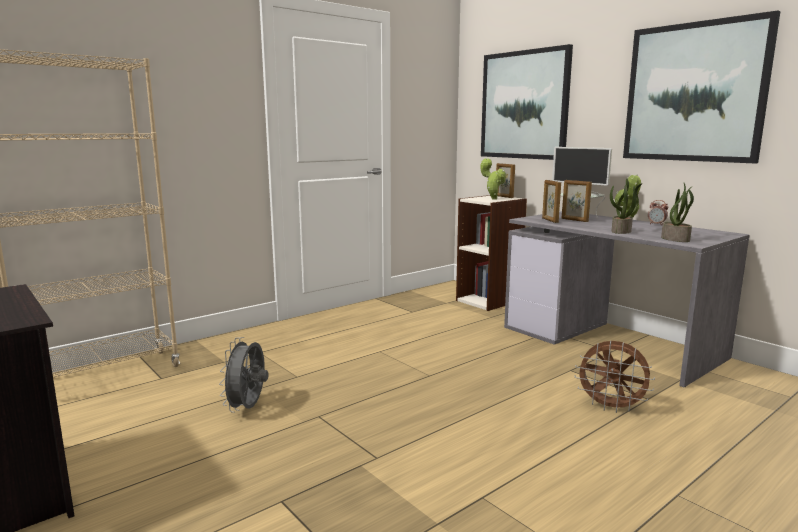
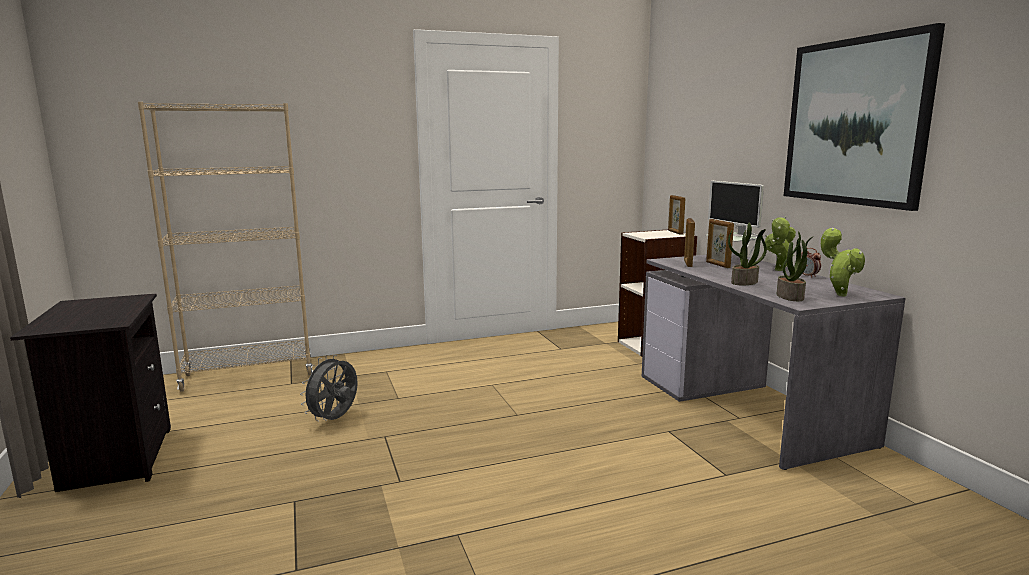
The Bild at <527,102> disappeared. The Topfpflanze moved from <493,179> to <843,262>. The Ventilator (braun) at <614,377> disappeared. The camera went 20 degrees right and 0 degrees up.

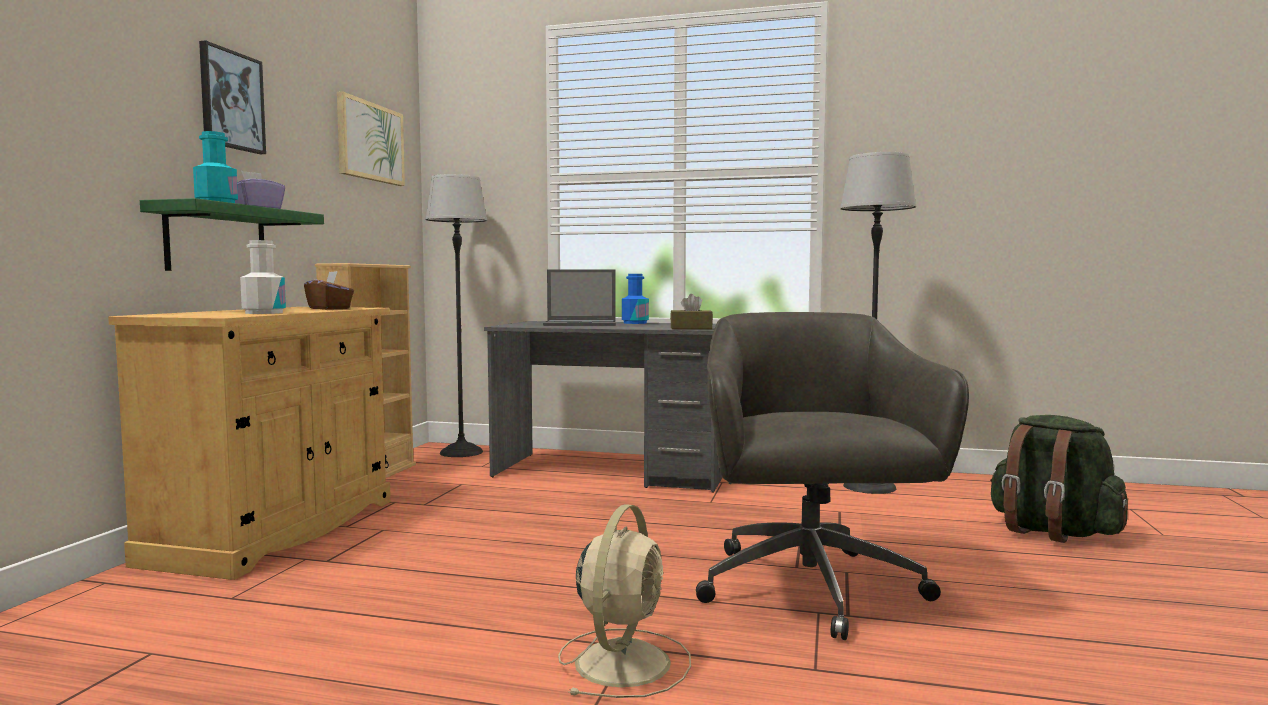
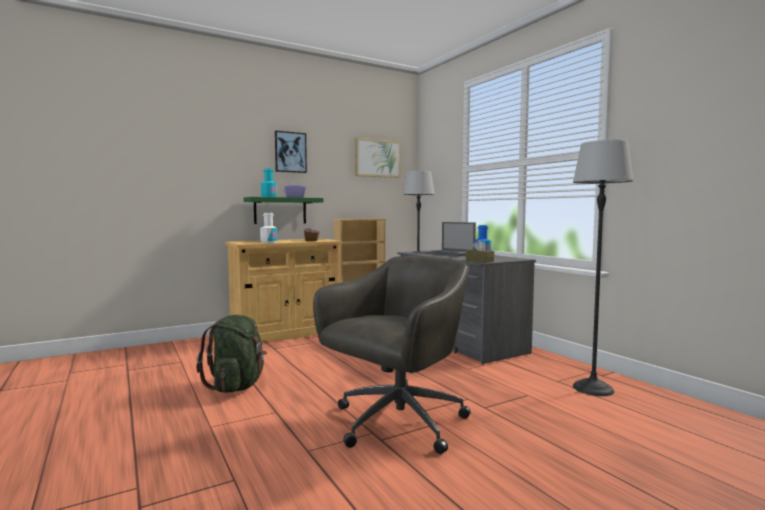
The Rucksack (grün) moved from <1059,479> to <231,354>. The Ventilator (beige) at <624,601> disappeared. The camera went 45 degrees right and 0 degrees up.

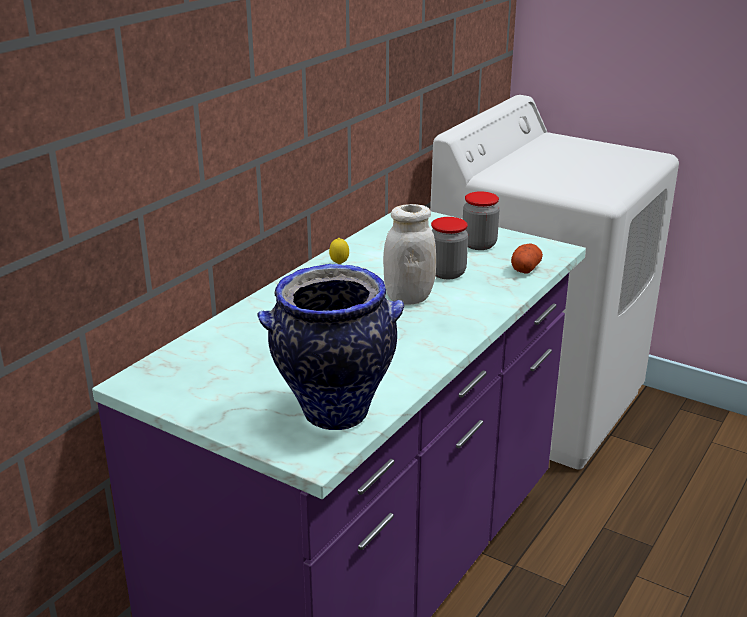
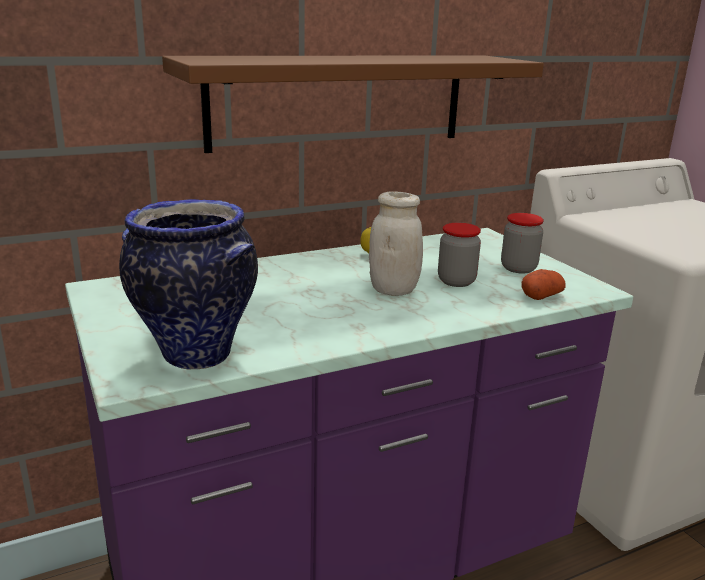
The Wandregal (braun) at <353,104> appeared. The camera went 30 degrees right and 5 degrees down.

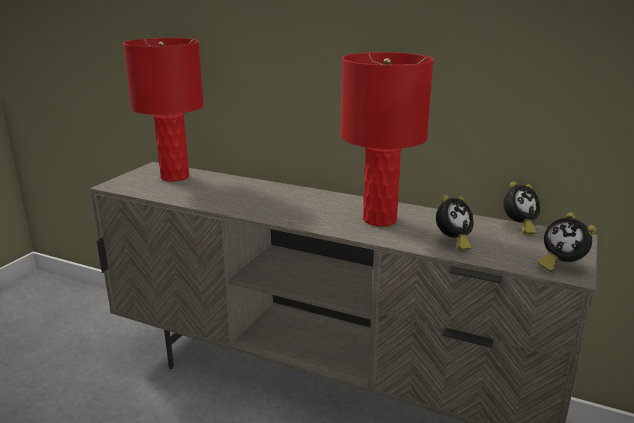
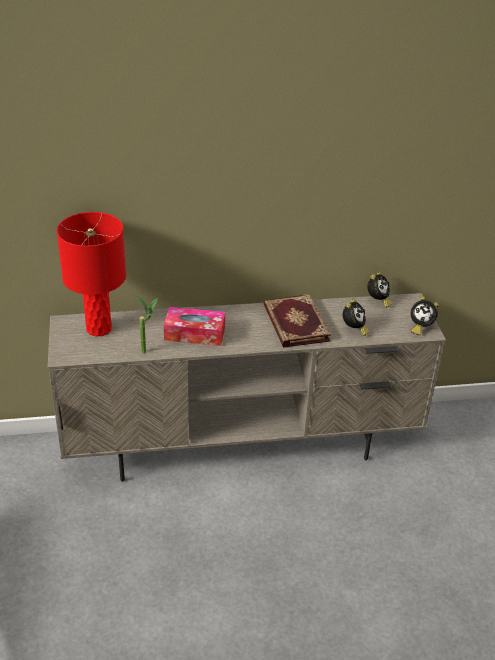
The Tischlampe (rot) at <387,139> was replaced by the Buch at <297,321>. The Topfpflanze at <147,324> appeared. The Taschentuchbox at <194,326> appeared. The camera went 35 degrees left and 15 degrees up.

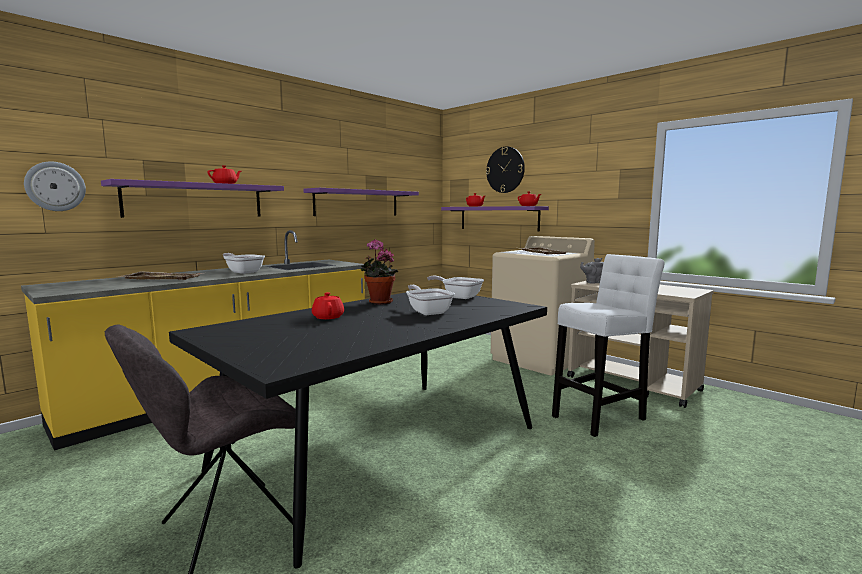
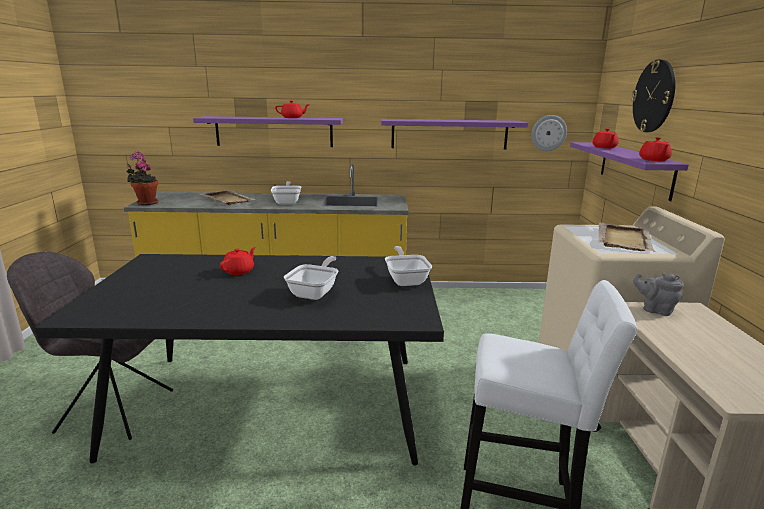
The Wanduhr moved from <55,186> to <549,133>. The Topfpflanze moved from <379,272> to <142,178>. The camera went 45 degrees right and 10 degrees up.

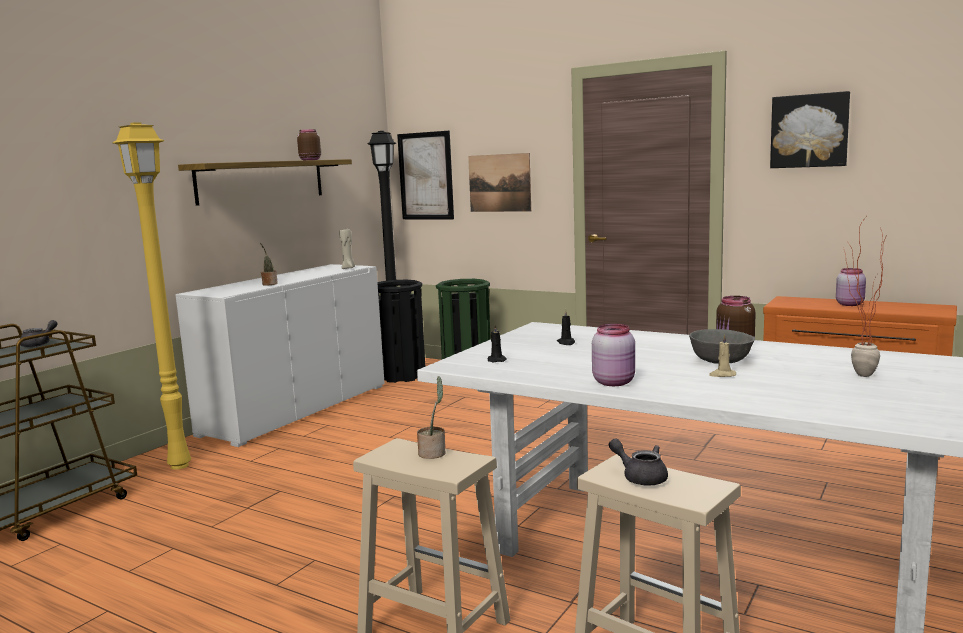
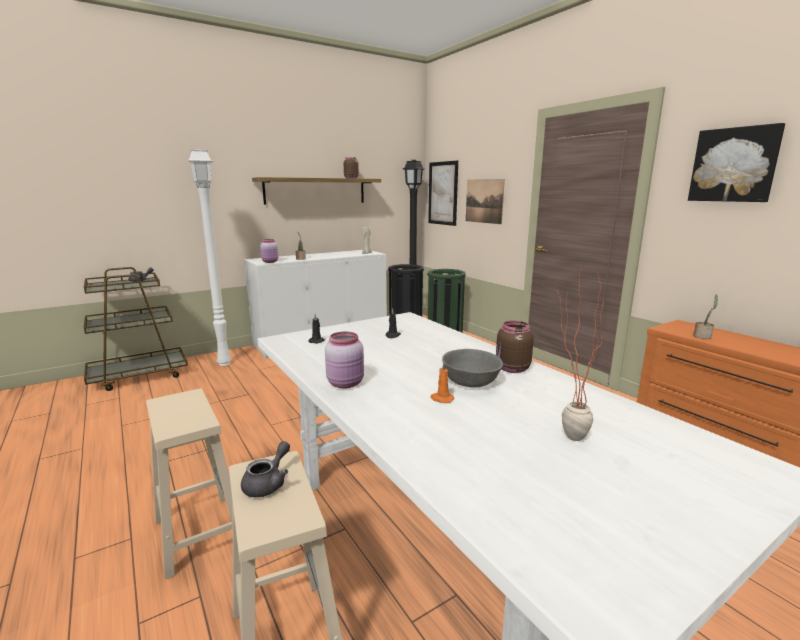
The Stehlampe (gelb) at <151,296> became the Stehlampe (weiß) at <209,257>. The Vorratsglas (rosa) moved from <851,287> to <269,251>. The Kerze (beige) at <722,355> became the Kerze (orange) at <442,382>. The Topfpflanze moved from <431,417> to <705,317>. The Teekanne (grau) at <638,462> turned 45 degrees clockwise. The camera went 25 degrees right and 5 degrees up.

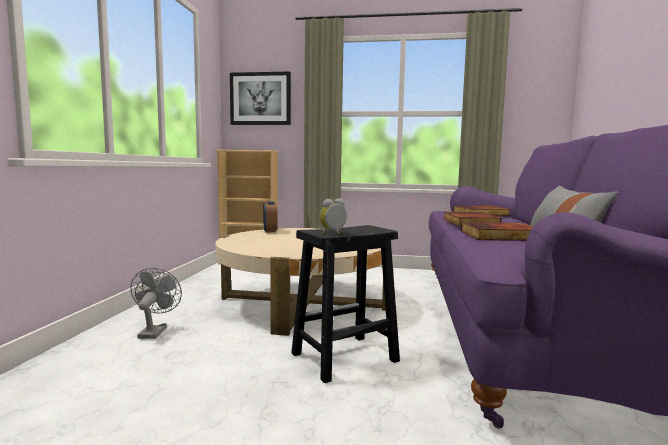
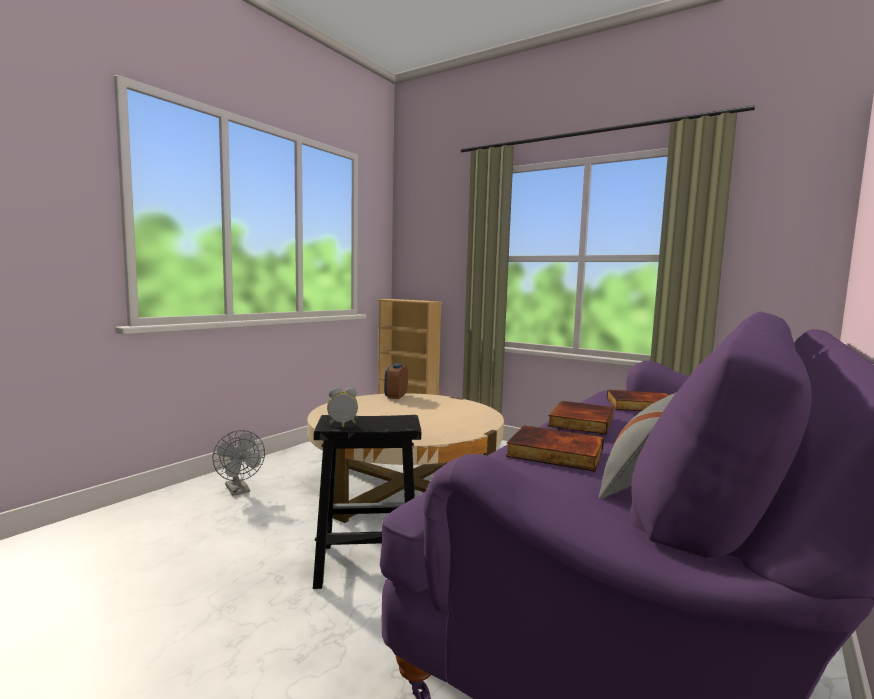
The Bild at <260,98> disappeared. The Ventilator (grau) at <156,303> turned 120 degrees clockwise. The camera went 25 degrees right and 0 degrees up.

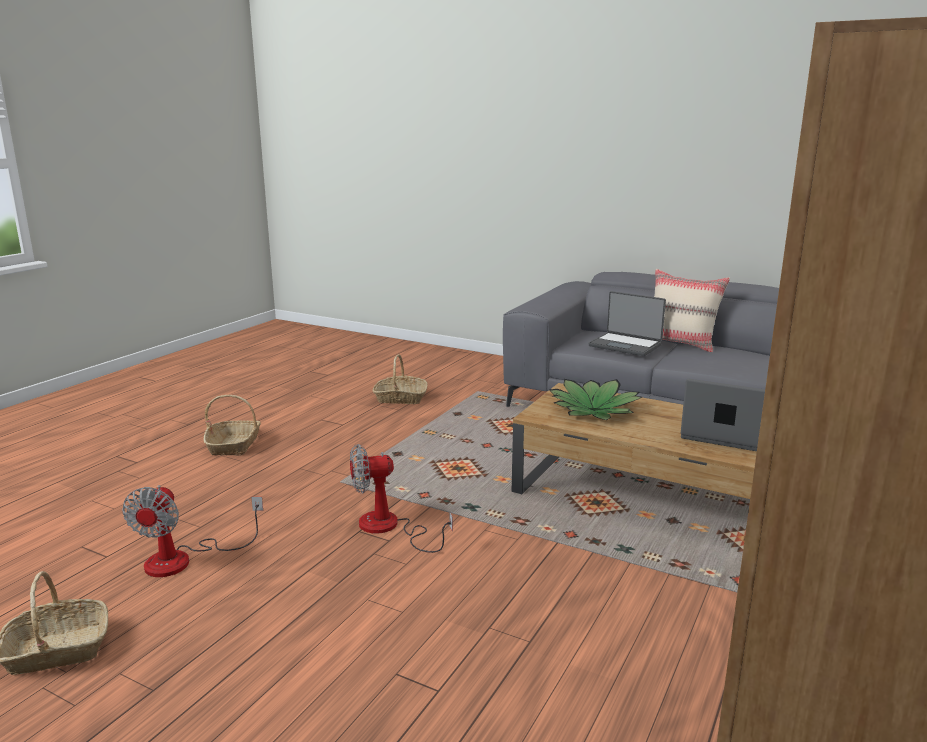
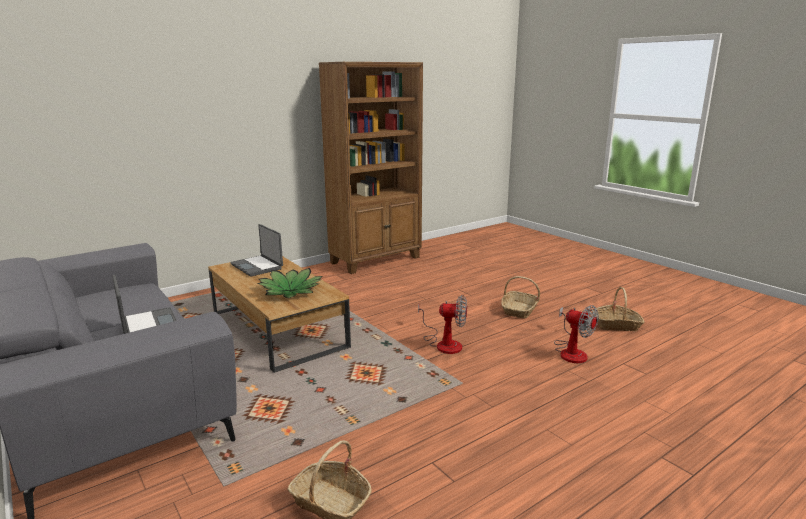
The Kissen (beige) at <692,310> disappeared. The Korb moved from <232,425> to <520,297>. The Ventilator at <192,531> turned 105 degrees clockwise. The camera went 155 degrees left and 0 degrees up.

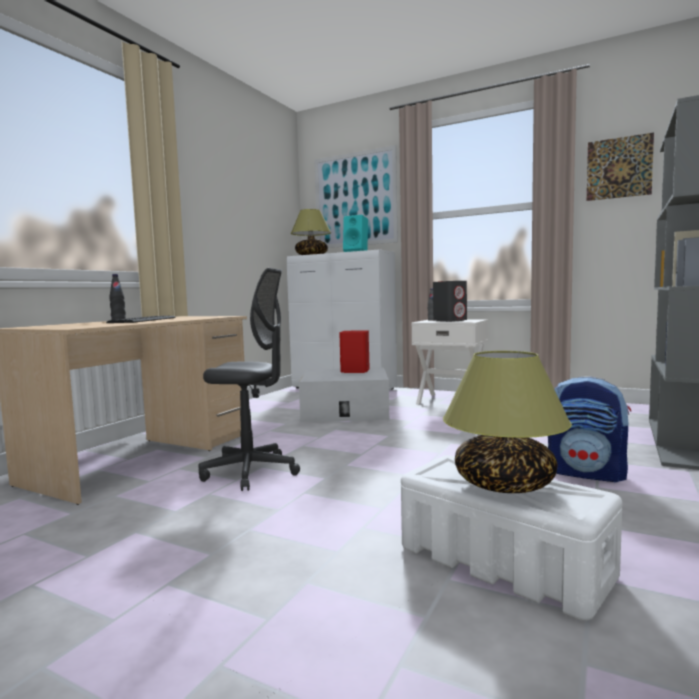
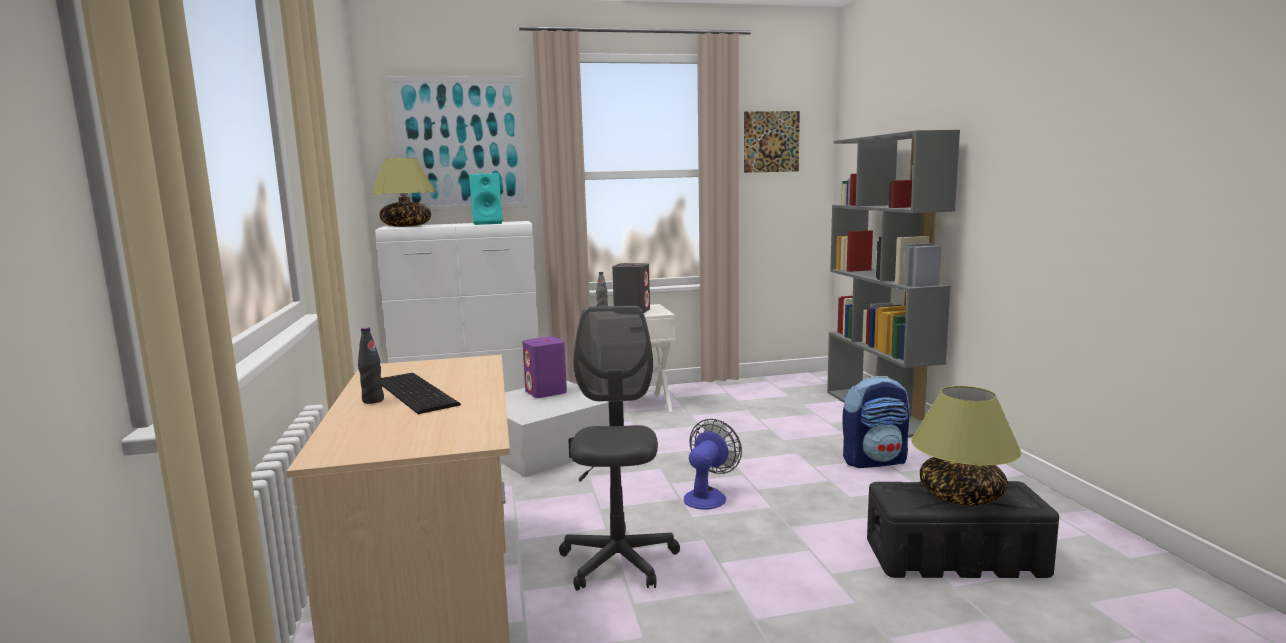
The Bürostuhl (grau) at <249,379> turned 60 degrees counterclockwise. The Lautsprecher (rot) at <354,351> became the Lautsprecher (lila) at <544,367>. The Aufbewahrungsbox (weiß) at <511,538> became the Aufbewahrungsbox (schwarz) at <963,529>. The Ventilator at <712,464> appeared. The camera went 40 degrees left and 5 degrees up.

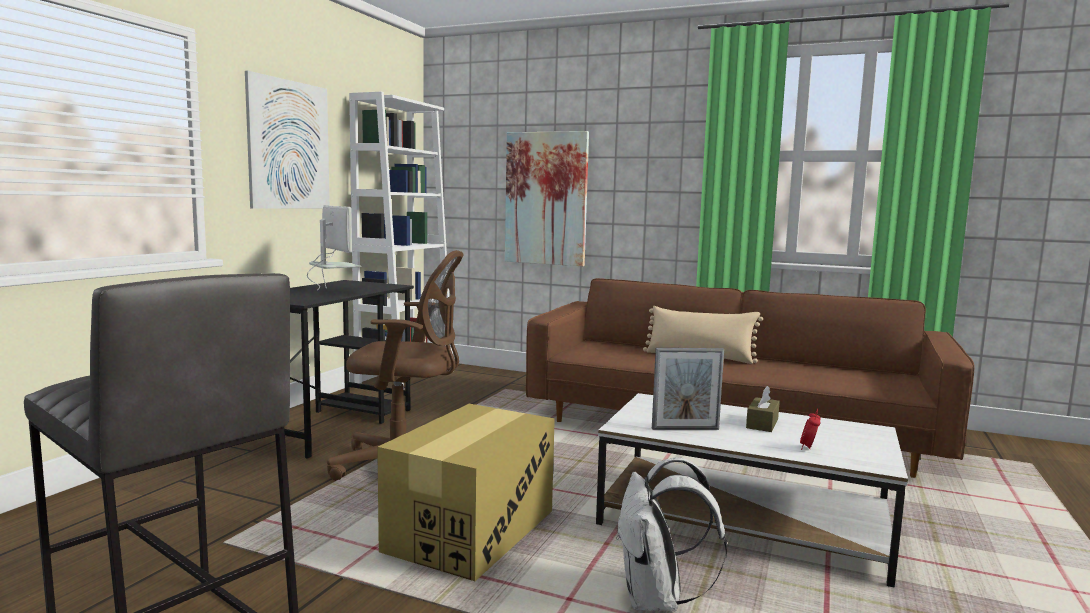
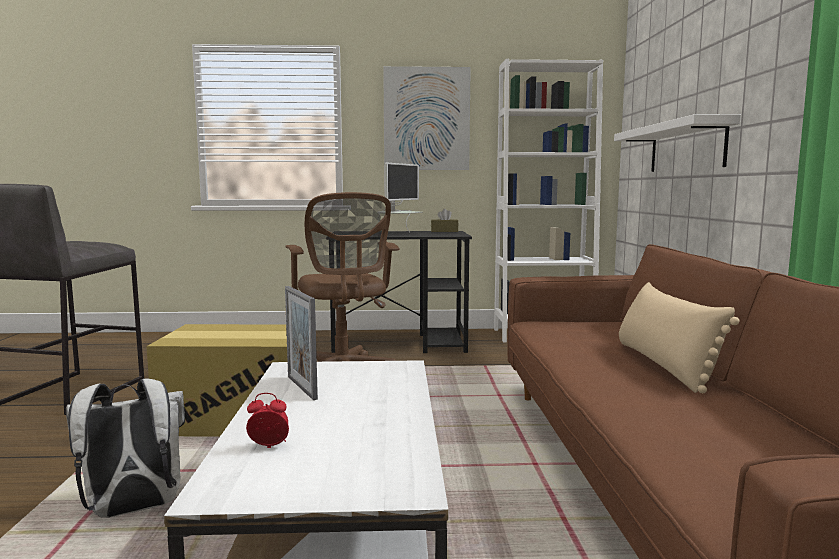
The Bild at <547,198> was replaced by the Wandregal (weiß) at <677,143>. The Taschentuchbox (braun) moved from <763,409> to <445,220>. The camera went 65 degrees right and 0 degrees up.

